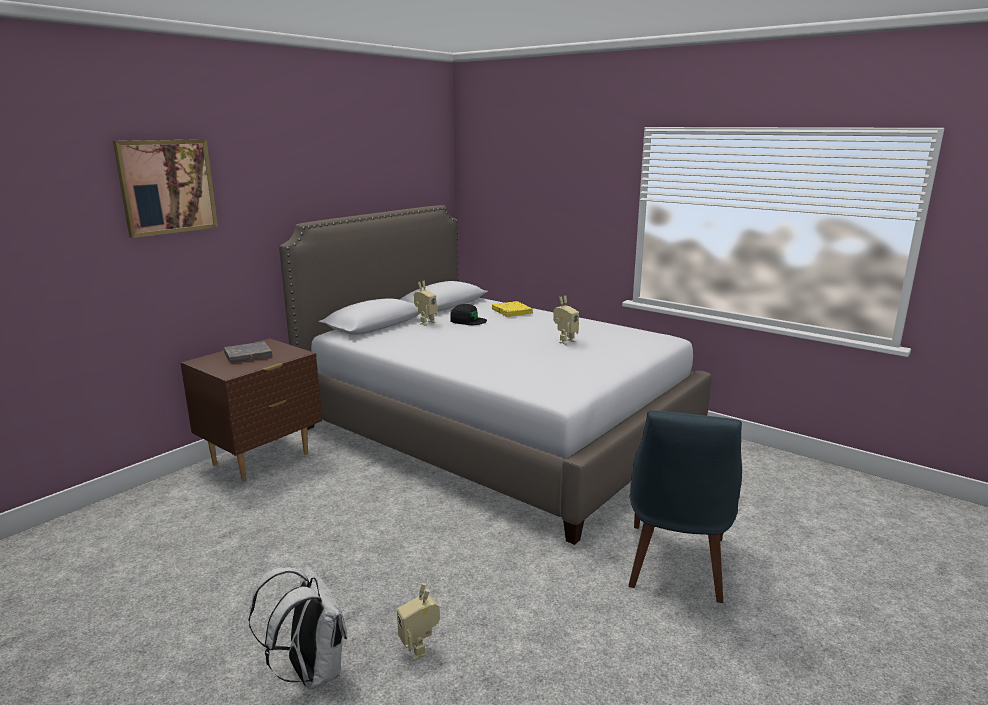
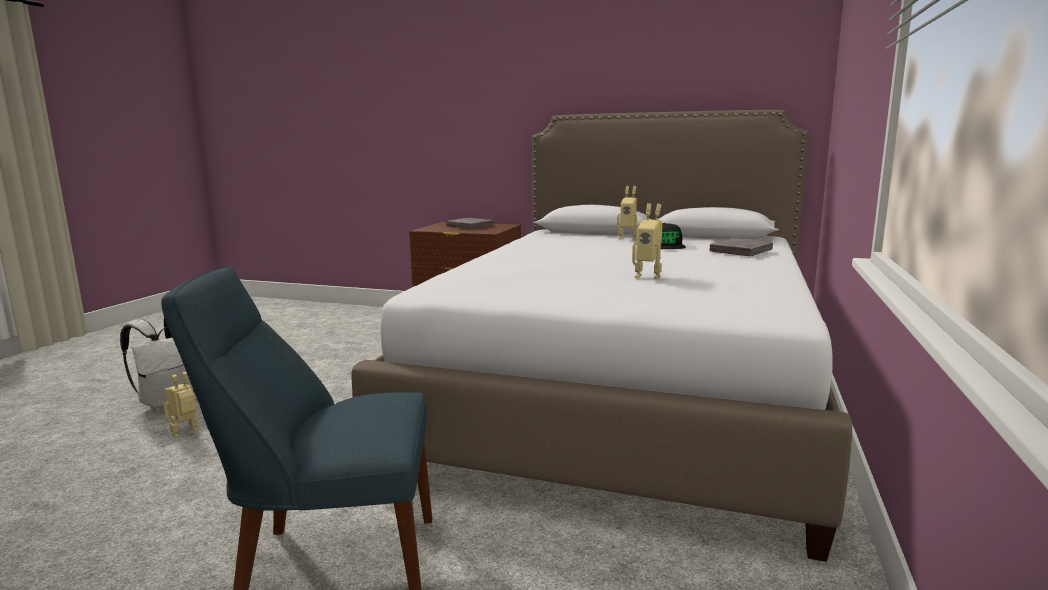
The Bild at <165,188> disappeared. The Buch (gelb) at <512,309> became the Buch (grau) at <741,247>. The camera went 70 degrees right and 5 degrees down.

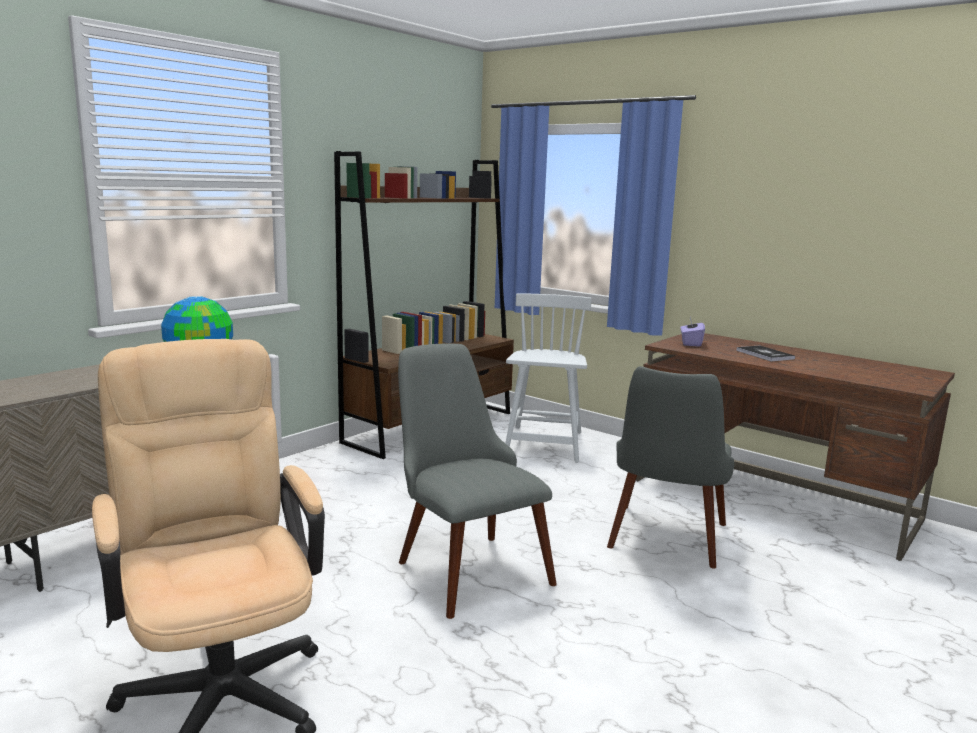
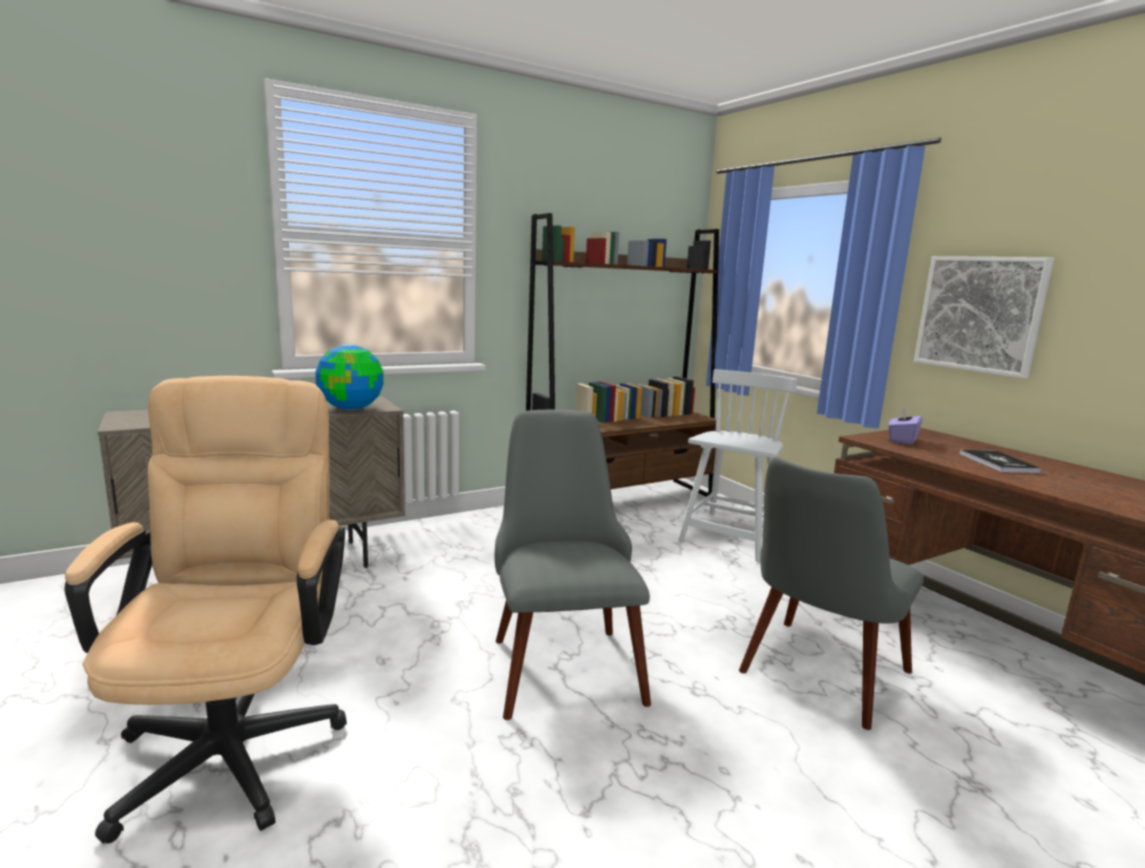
The Bild at <984,317> appeared. The camera went 20 degrees right and 0 degrees up.

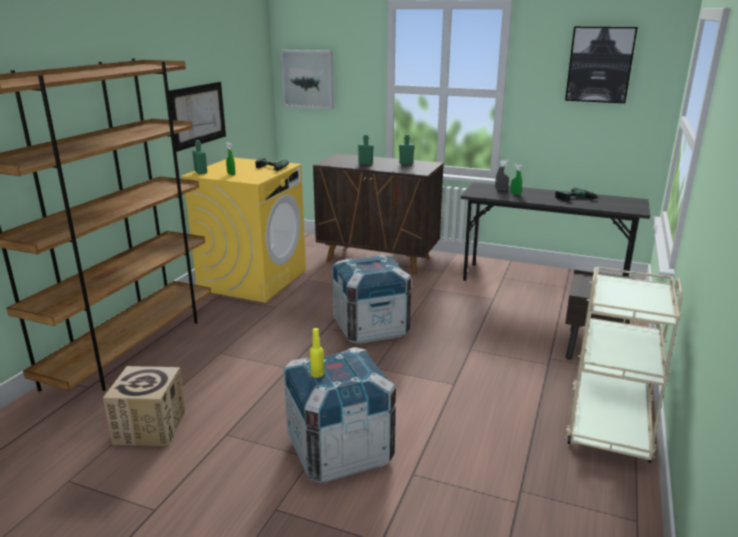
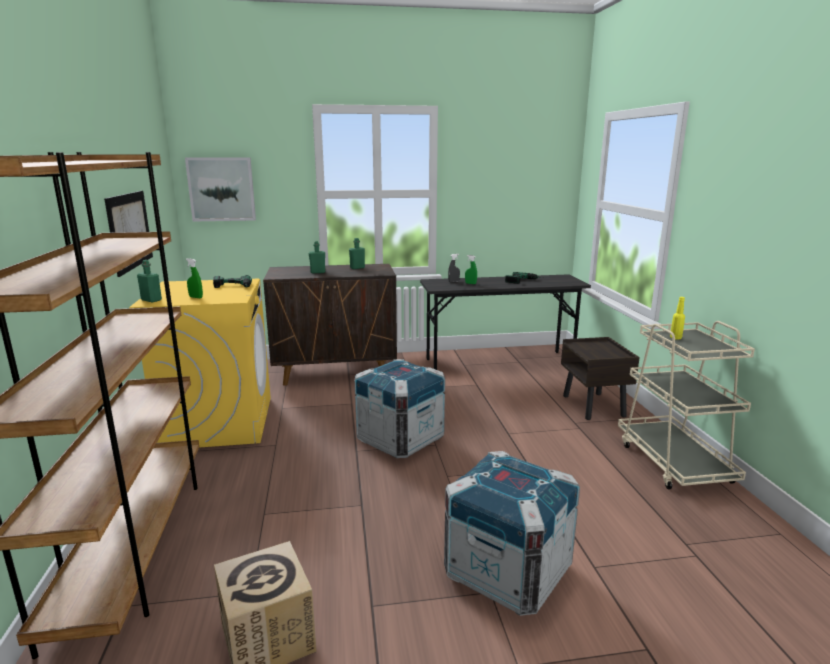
The Bild at <601,64> disappeared. The Flasche (gelb) moved from <317,353> to <677,318>. The camera went 30 degrees left and 5 degrees down.

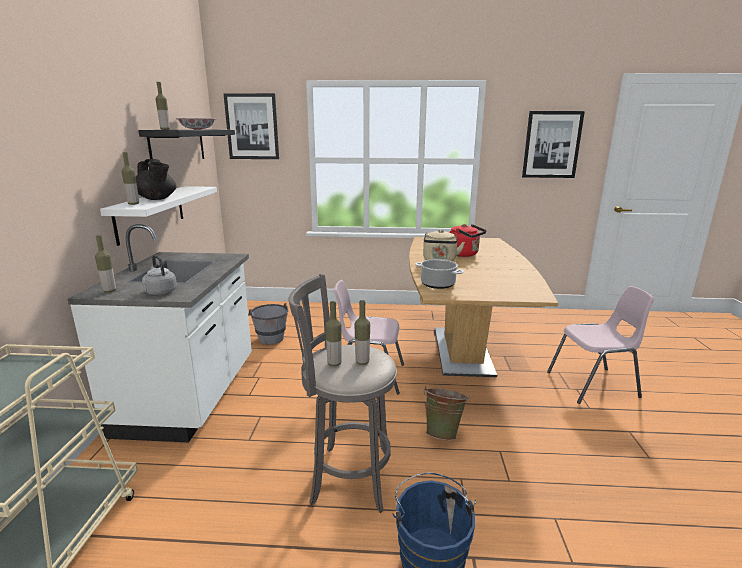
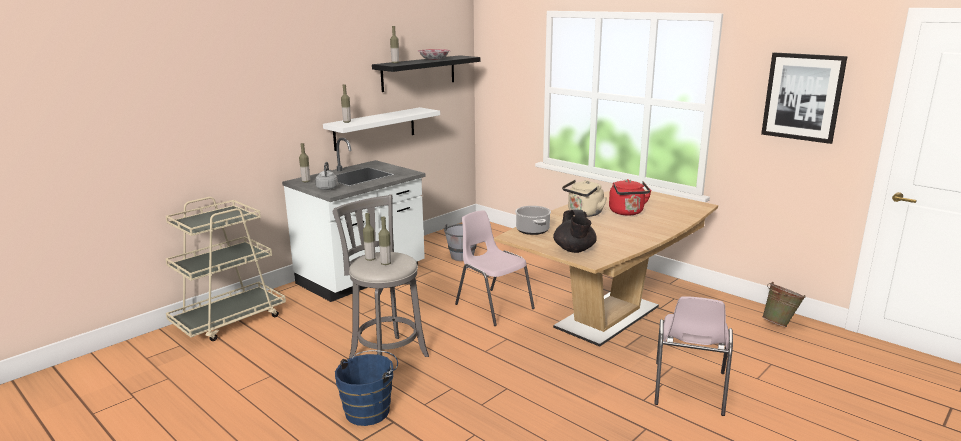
The Bild at <251,126> disappeared. The Teekanne (schwarz) moved from <156,179> to <575,231>. The Stuhl (rosa) at <600,345> turned 75 degrees clockwise. The Eimer (grün) moved from <446,413> to <784,304>. The camera went 40 degrees right and 0 degrees up.

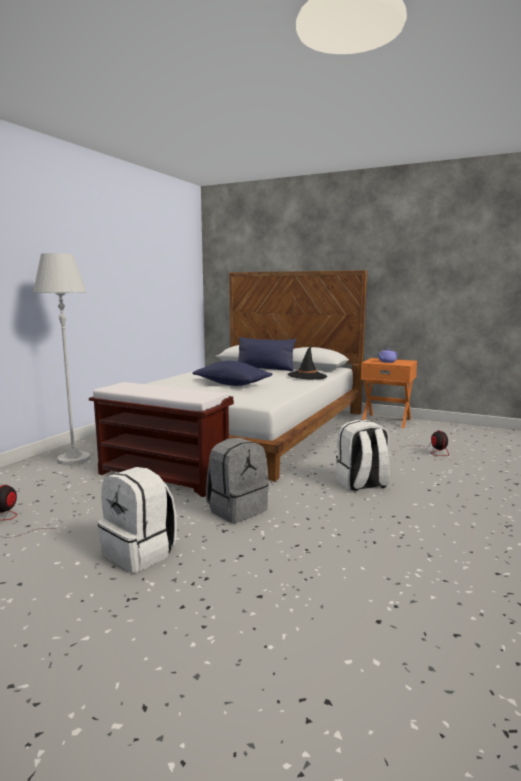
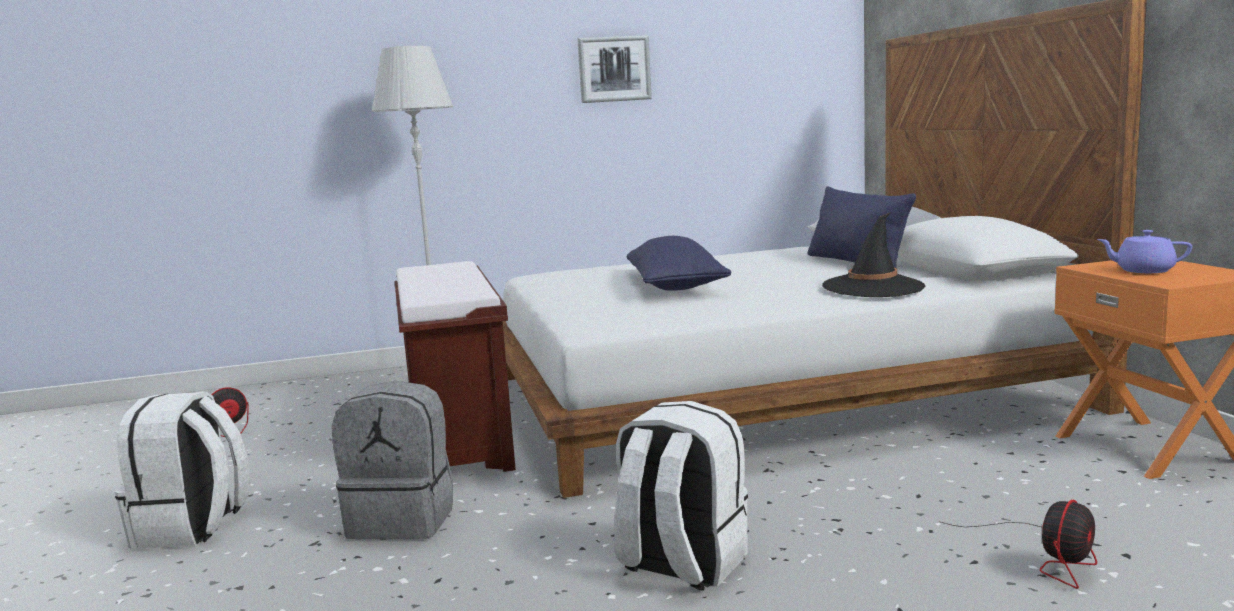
The Bild at <614,69> appeared. The camera went 50 degrees right and 0 degrees up.

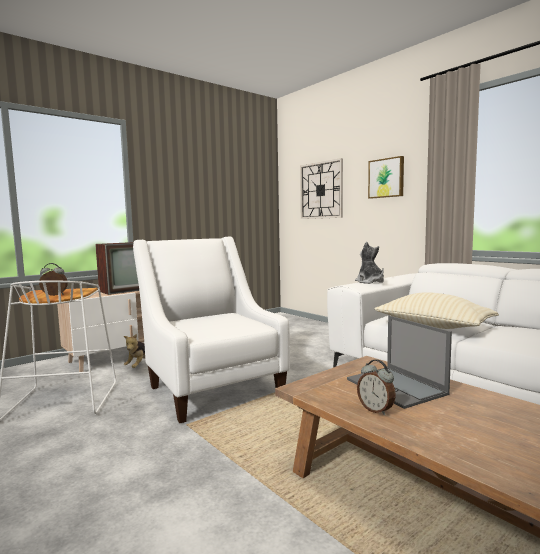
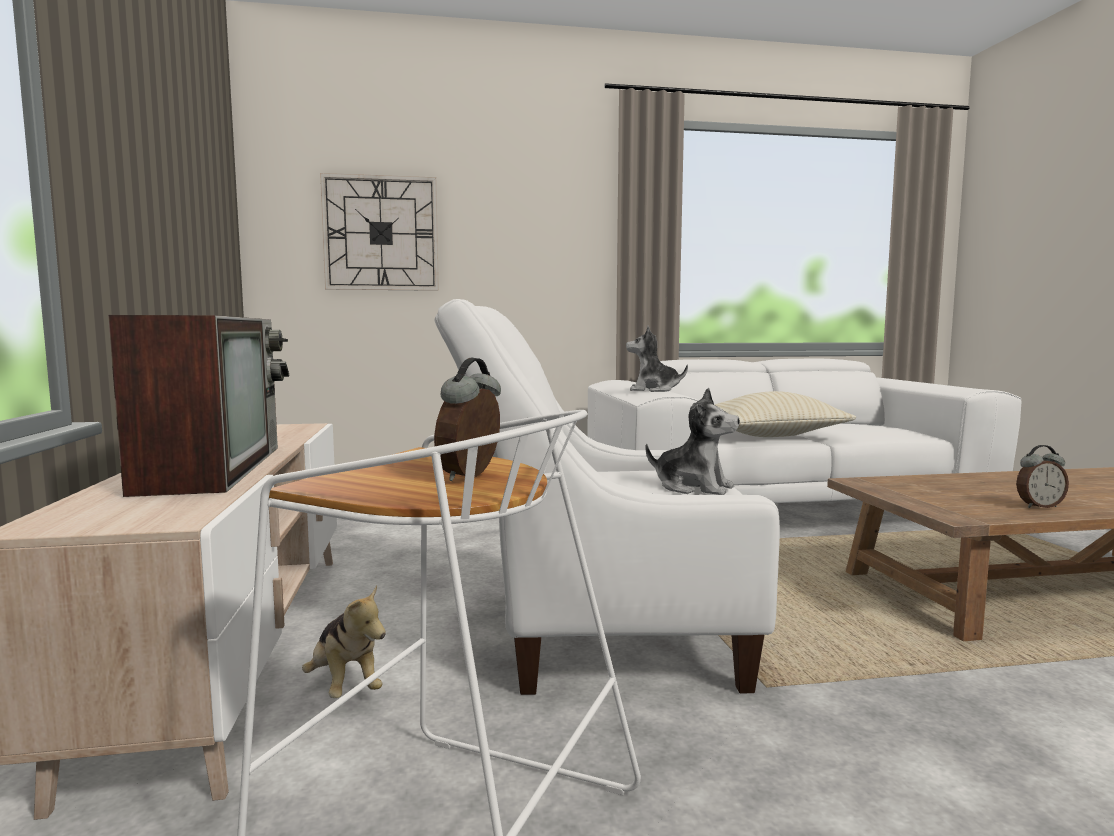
The Bild at <386,177> disappeared. The Laptop at <399,362> disappeared. The Plüschtier at <692,441> appeared. The camera went 60 degrees left and 0 degrees up.

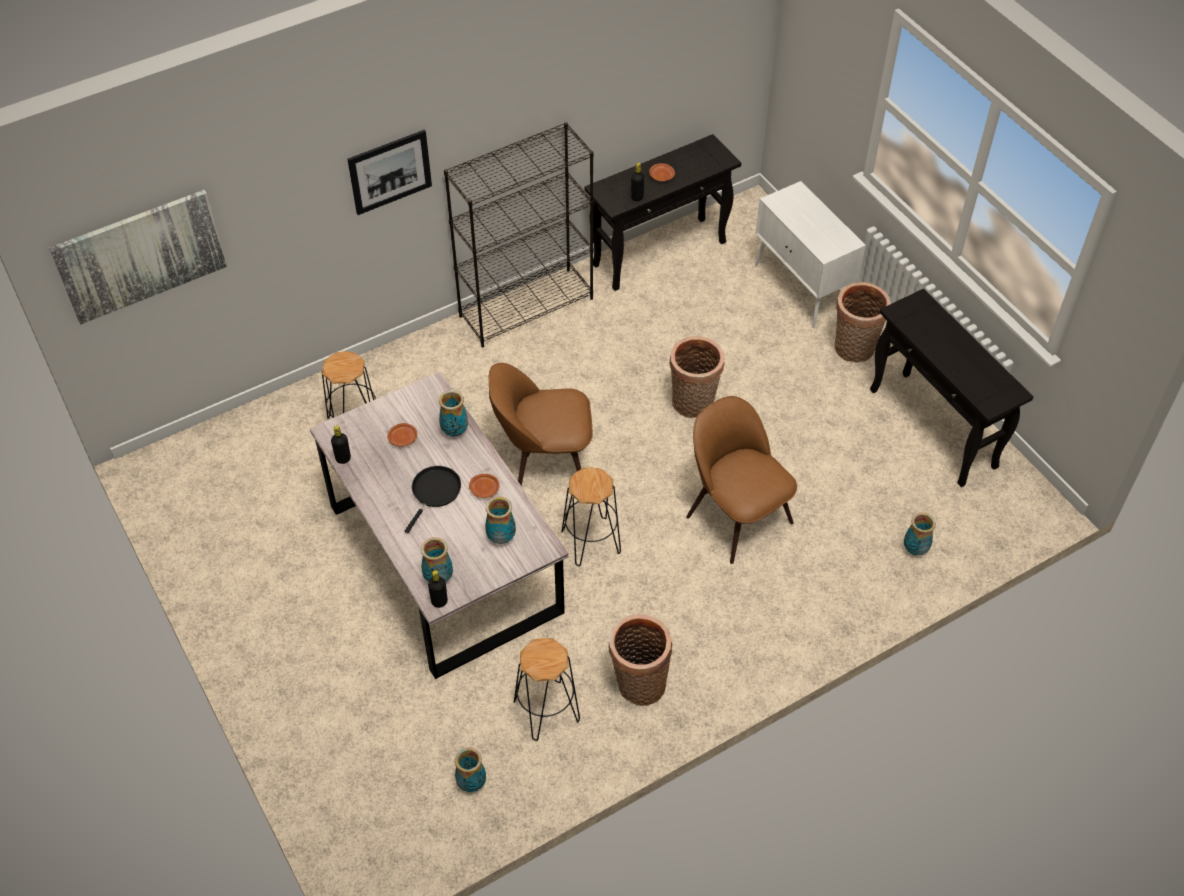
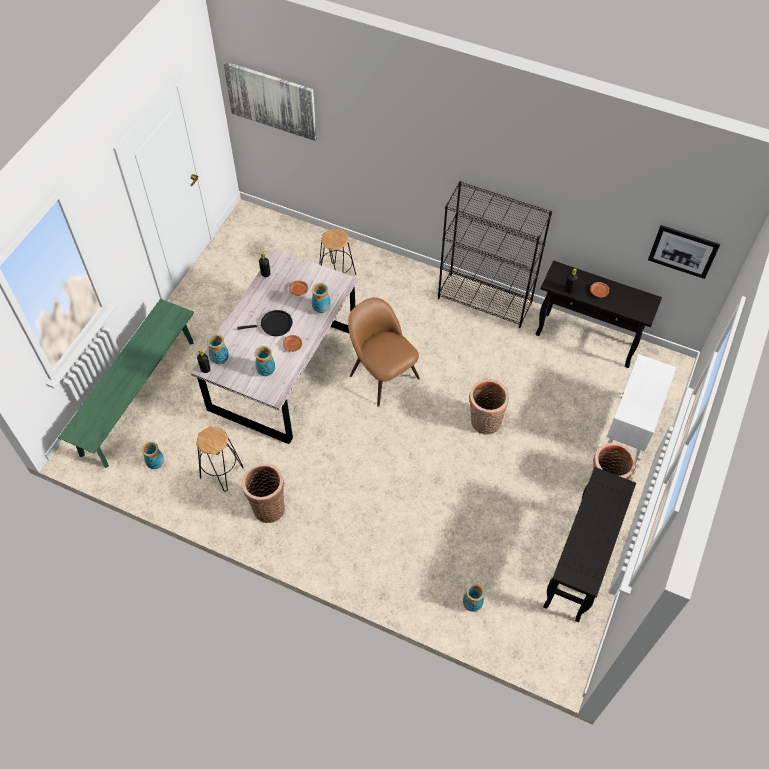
The Bild moved from <390,172> to <684,252>. The Stuhl (braun) at <741,480> disappeared. The Hocker (schwarz) at <591,516> disappeared. The Bank (grün) at <126,383> appeared. The camera went 55 degrees right and 5 degrees up.

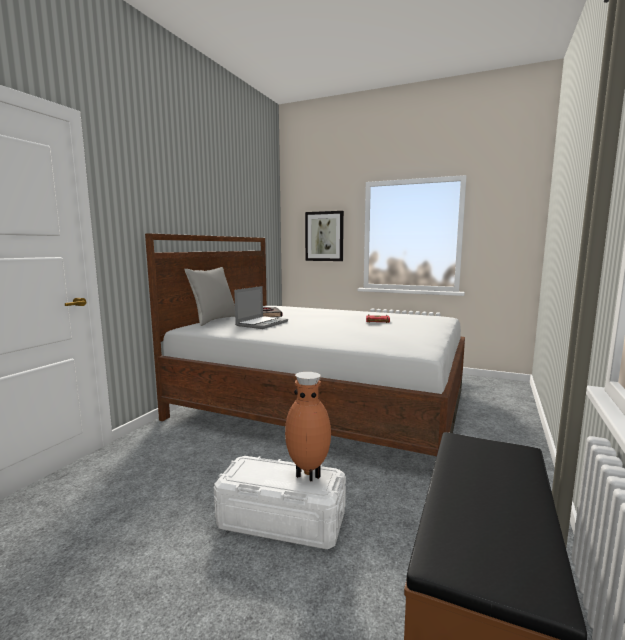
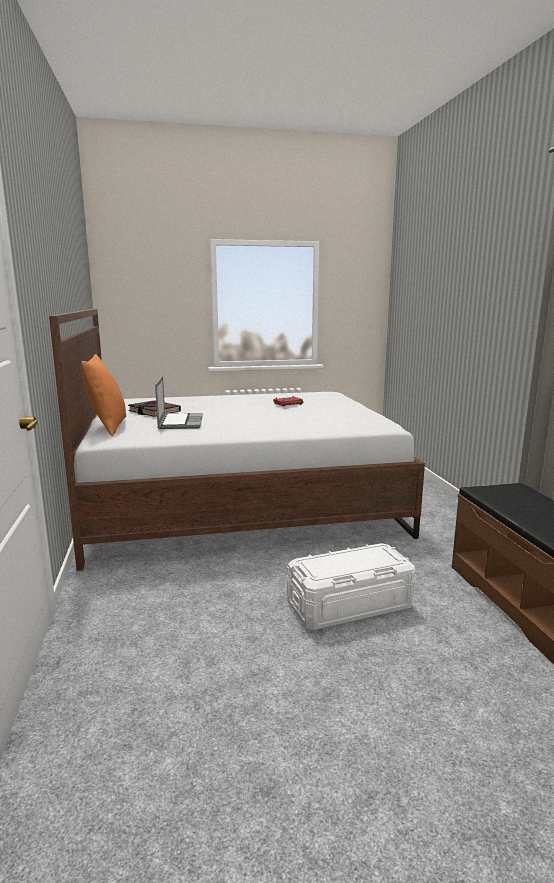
The Bild at <324,236> disappeared. The Kissen (grau) at <209,296> became the Kissen (orange) at <103,395>. The Vase (braun) at <308,427> disappeared. The camera went 35 degrees left and 5 degrees up.

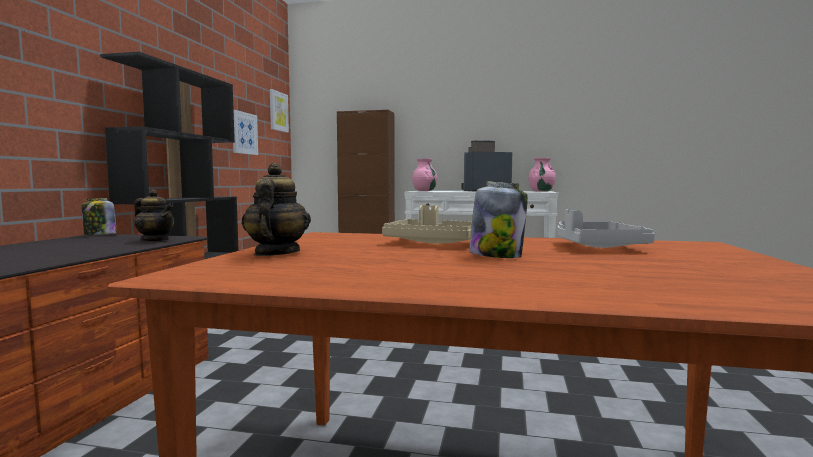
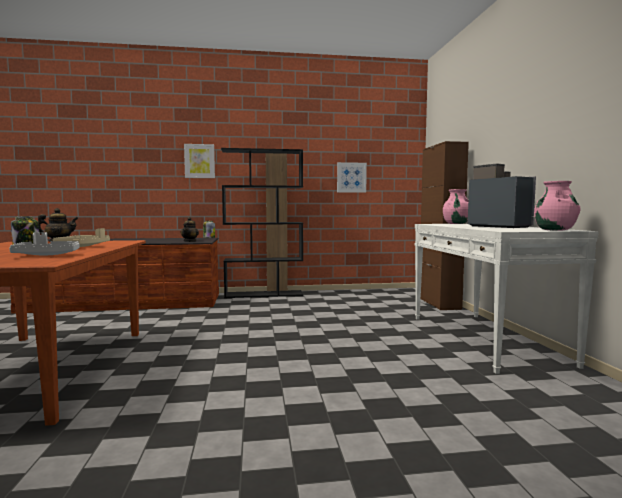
The Bild moved from <279,111> to <199,161>. The camera went 70 degrees right and 0 degrees up.

